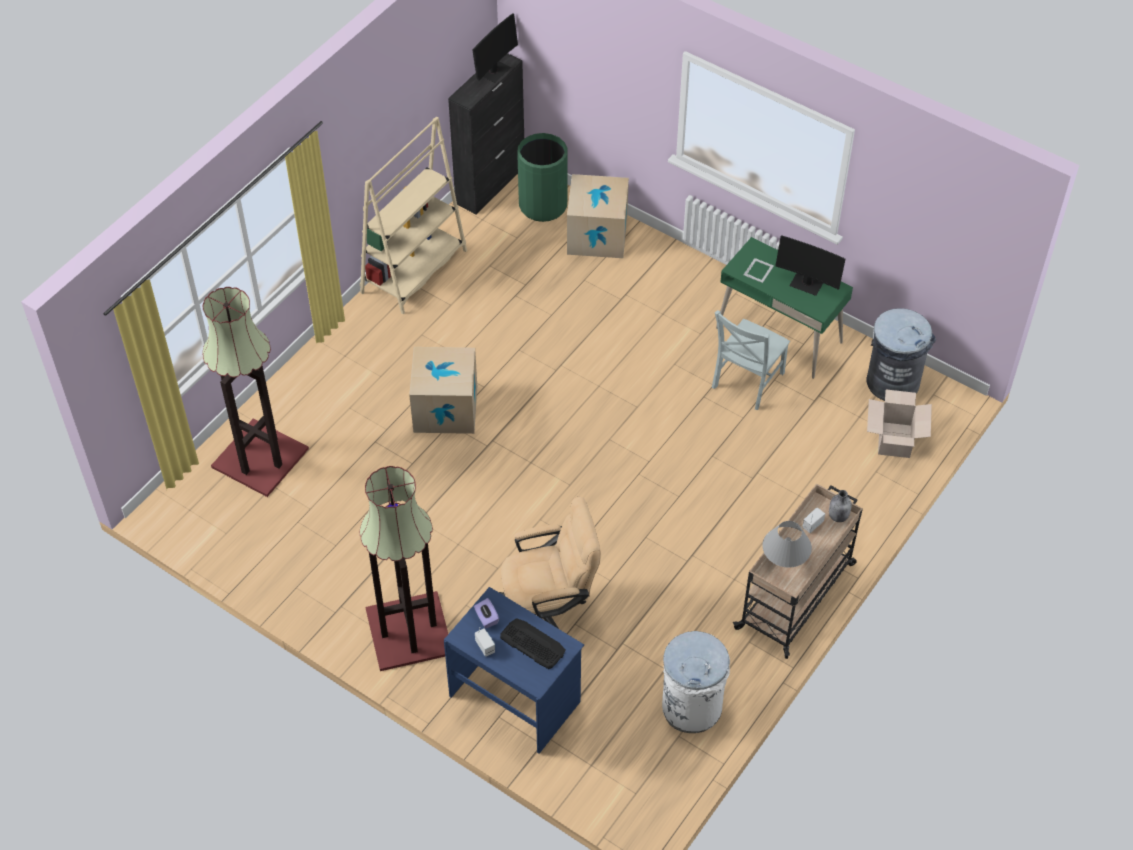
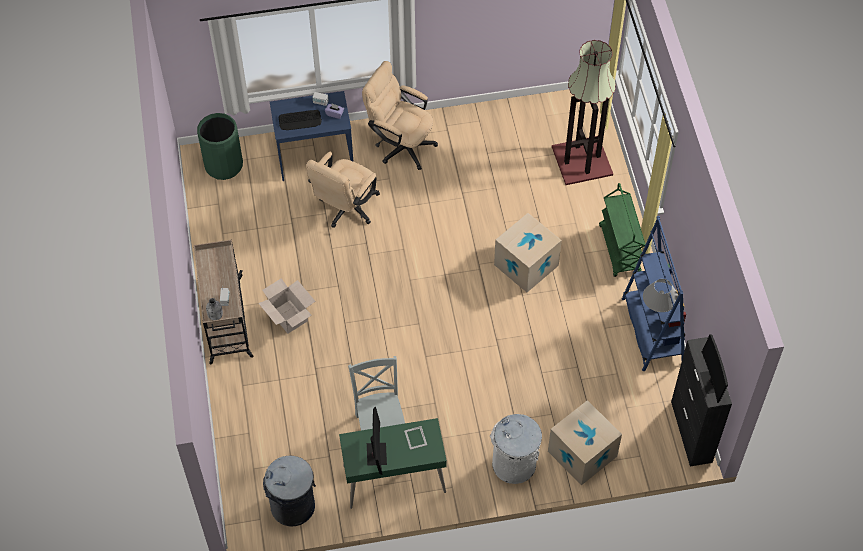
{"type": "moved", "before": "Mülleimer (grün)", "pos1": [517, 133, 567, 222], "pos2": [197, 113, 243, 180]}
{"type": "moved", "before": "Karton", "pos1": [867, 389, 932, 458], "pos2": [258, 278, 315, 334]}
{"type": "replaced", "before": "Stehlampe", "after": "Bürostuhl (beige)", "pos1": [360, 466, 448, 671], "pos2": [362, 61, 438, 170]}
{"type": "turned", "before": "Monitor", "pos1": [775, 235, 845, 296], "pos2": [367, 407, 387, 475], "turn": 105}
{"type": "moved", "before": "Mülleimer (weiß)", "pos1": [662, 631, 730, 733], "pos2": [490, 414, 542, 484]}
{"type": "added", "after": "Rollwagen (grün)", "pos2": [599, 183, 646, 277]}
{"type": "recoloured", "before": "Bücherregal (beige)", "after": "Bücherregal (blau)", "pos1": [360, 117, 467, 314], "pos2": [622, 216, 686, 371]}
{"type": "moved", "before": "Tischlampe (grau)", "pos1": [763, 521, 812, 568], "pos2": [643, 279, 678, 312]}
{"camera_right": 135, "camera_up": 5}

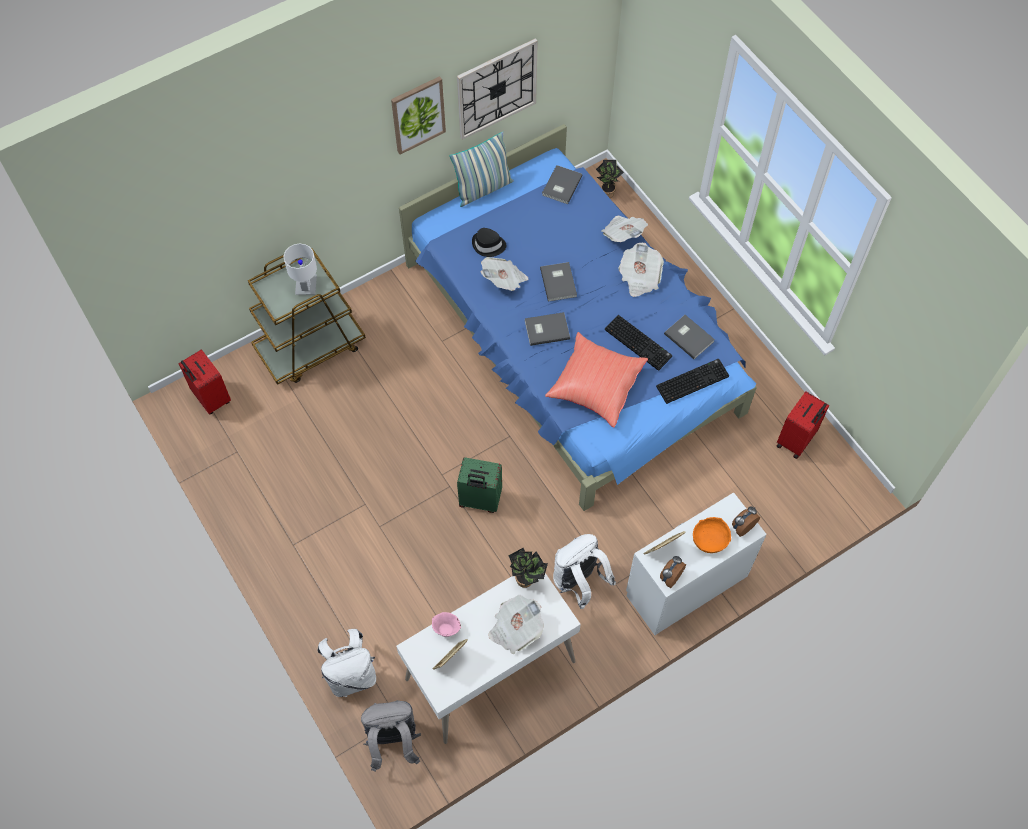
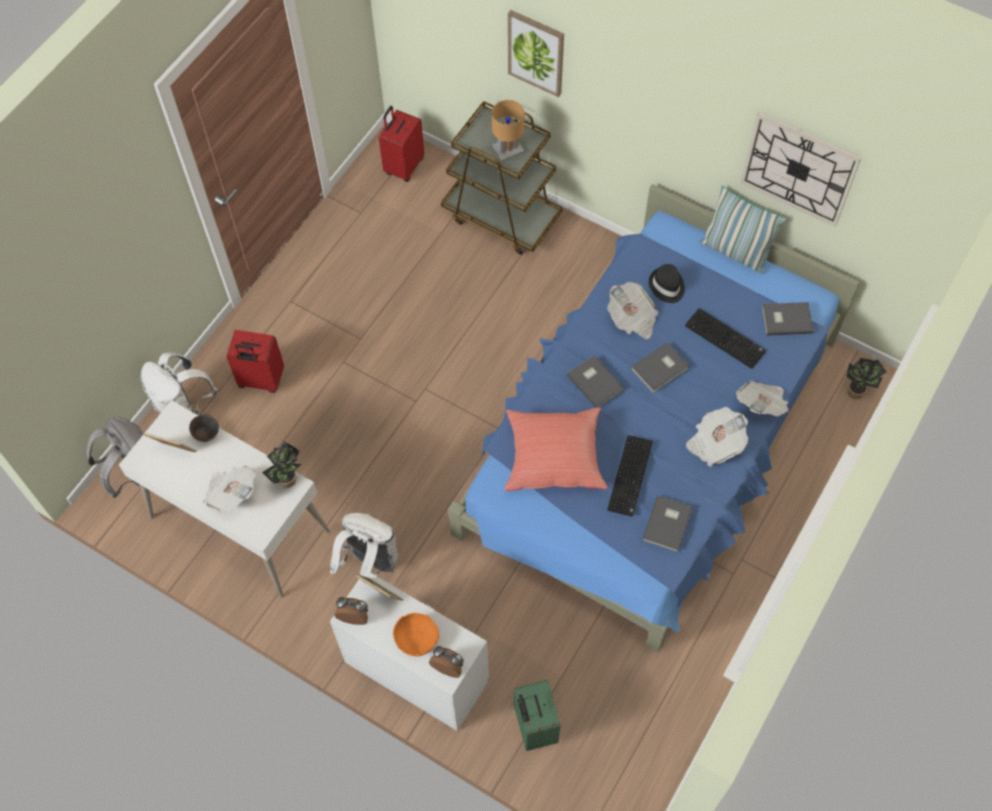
{"type": "recoloured", "before": "Schüssel (rosa)", "after": "Schüssel (braun)", "pos1": [432, 612, 461, 637], "pos2": [189, 414, 219, 442]}
{"type": "moved", "before": "Koffer (rot)", "pos1": [777, 391, 829, 459], "pos2": [226, 330, 284, 393]}
{"type": "recoloured", "before": "Tischlampe (weiß)", "after": "Tischlampe (braun)", "pos1": [284, 243, 317, 295], "pos2": [492, 100, 525, 161]}
{"type": "moved", "before": "Bild", "pos1": [391, 76, 446, 155], "pos2": [508, 10, 564, 97]}
{"type": "moved", "before": "Koffer (grün)", "pos1": [457, 457, 502, 513], "pos2": [514, 680, 560, 751]}
{"type": "moved", "before": "Tastatur", "pos1": [656, 359, 729, 404], "pos2": [685, 308, 766, 369]}
{"camera_right": 65, "camera_up": 0}

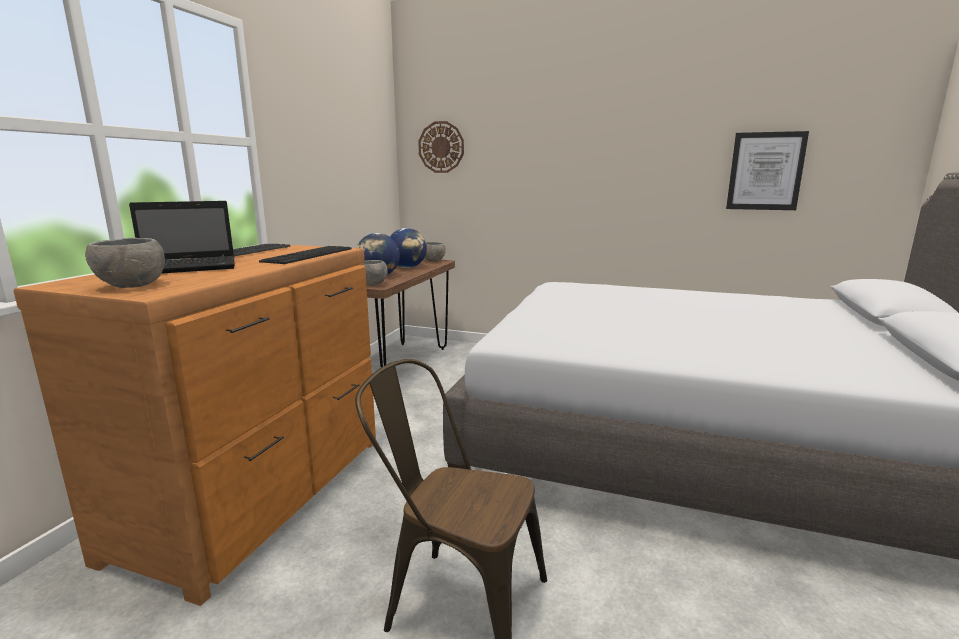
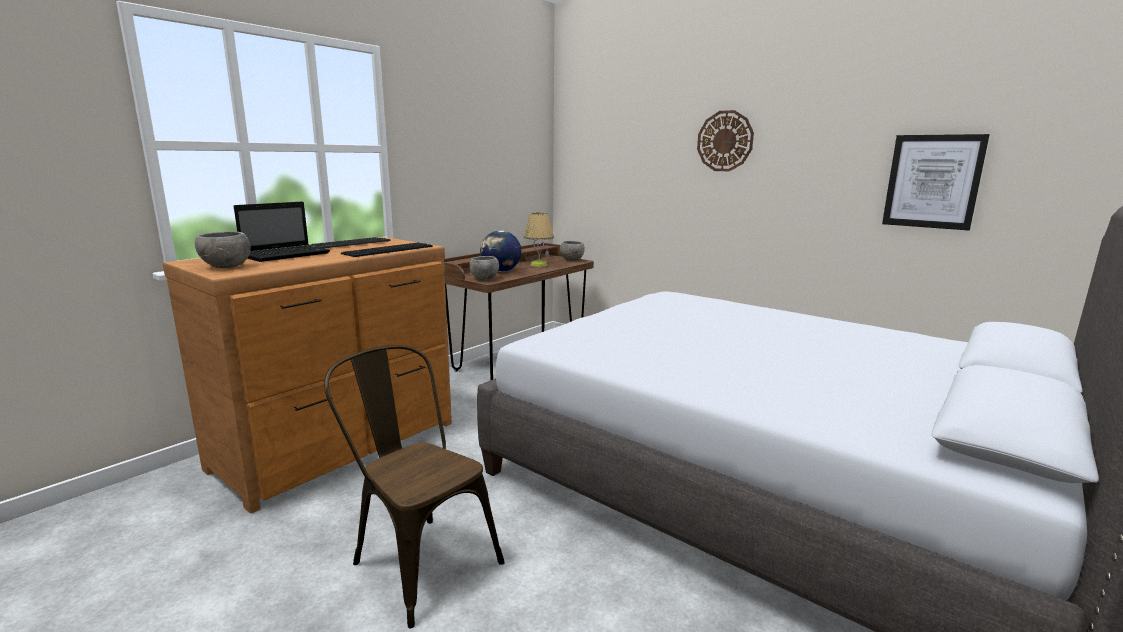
{"type": "turned", "before": "Laptop", "pos1": [129, 201, 235, 274], "pos2": [234, 202, 330, 262], "turn": -45}
{"type": "replaced", "before": "Globus", "after": "Tischlampe", "pos1": [390, 228, 427, 268], "pos2": [524, 212, 554, 267]}
{"type": "moved", "before": "Wanduhr", "pos1": [418, 121, 464, 173], "pos2": [697, 110, 754, 171]}
{"camera_right": 20, "camera_up": 0}

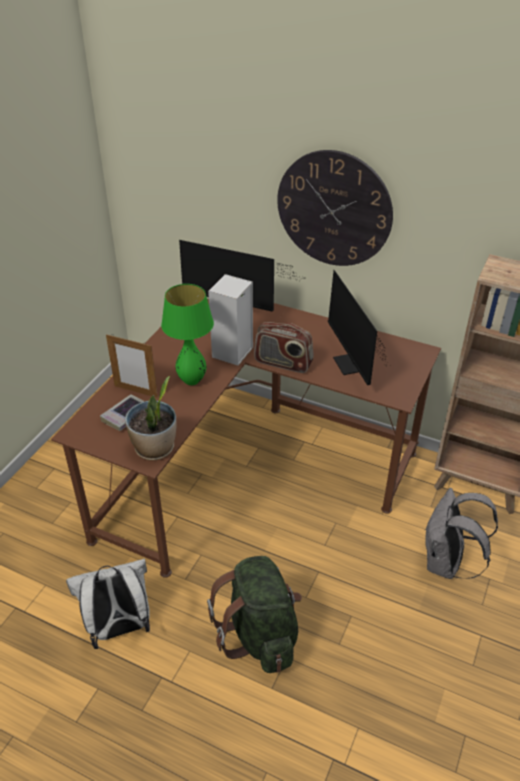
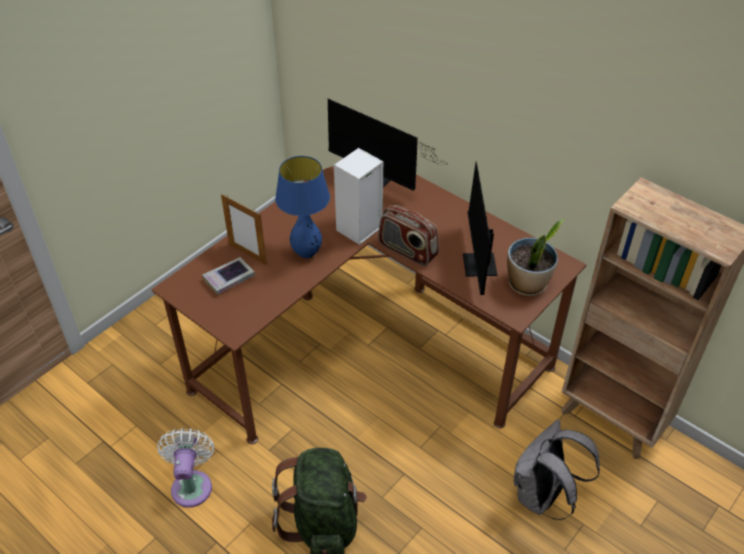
{"type": "replaced", "before": "Rucksack (weiß)", "after": "Ventilator (weiß)", "pos1": [66, 559, 150, 649], "pos2": [157, 428, 214, 508]}
{"type": "recoloured", "before": "Tischlampe (grün)", "after": "Tischlampe (blau)", "pos1": [161, 284, 214, 385], "pos2": [275, 156, 330, 258]}
{"type": "moved", "before": "Topfpflanze", "pos1": [125, 376, 177, 460], "pos2": [507, 219, 564, 296]}
{"type": "removed", "before": "Wanduhr", "pos1": [277, 150, 393, 266]}
{"camera_right": 15, "camera_up": 5}

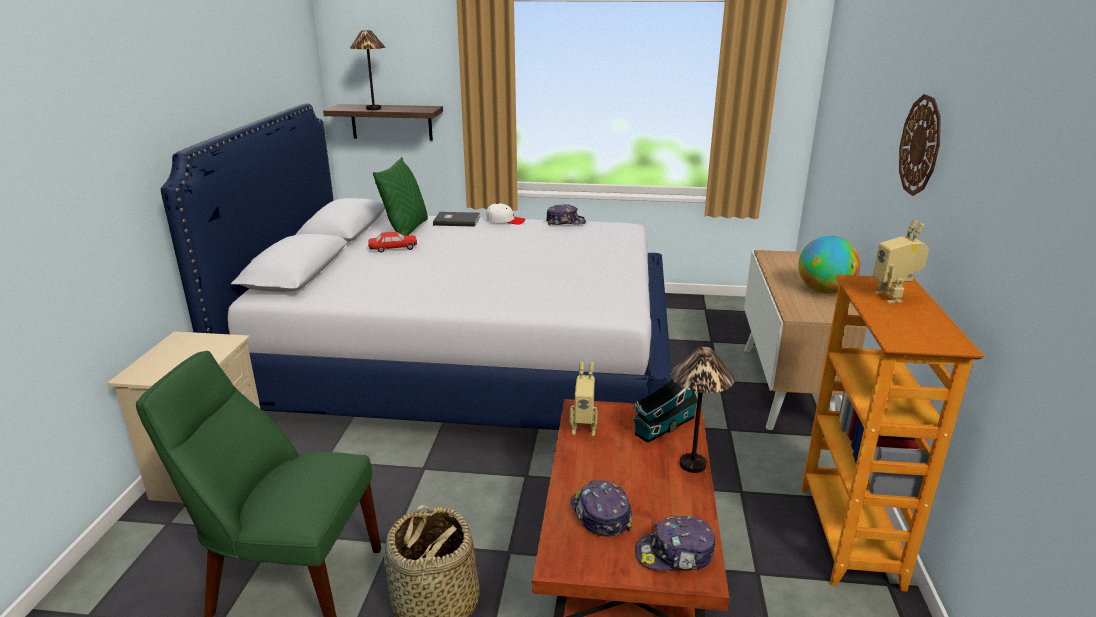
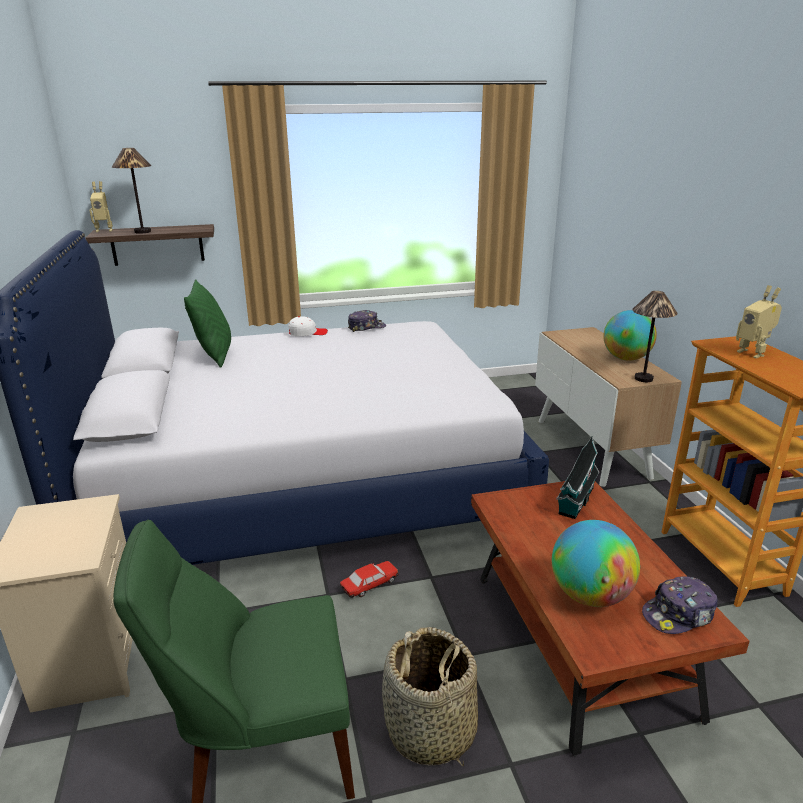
{"type": "moved", "before": "Spielzeugroboter", "pos1": [570, 362, 598, 436], "pos2": [90, 181, 113, 232]}
{"type": "moved", "before": "Spielzeugauto", "pos1": [368, 232, 417, 253], "pos2": [340, 561, 399, 598]}
{"type": "replaced", "before": "Kappe", "after": "Globus", "pos1": [571, 480, 632, 536], "pos2": [552, 520, 640, 607]}
{"type": "moved", "before": "Tischlampe", "pos1": [670, 347, 735, 473], "pos2": [632, 291, 677, 382]}
{"type": "removed", "before": "Buch (grau)", "pos1": [433, 212, 480, 227]}
{"type": "removed", "before": "Wanduhr", "pos1": [899, 94, 941, 196]}
{"camera_right": -20, "camera_up": 0}

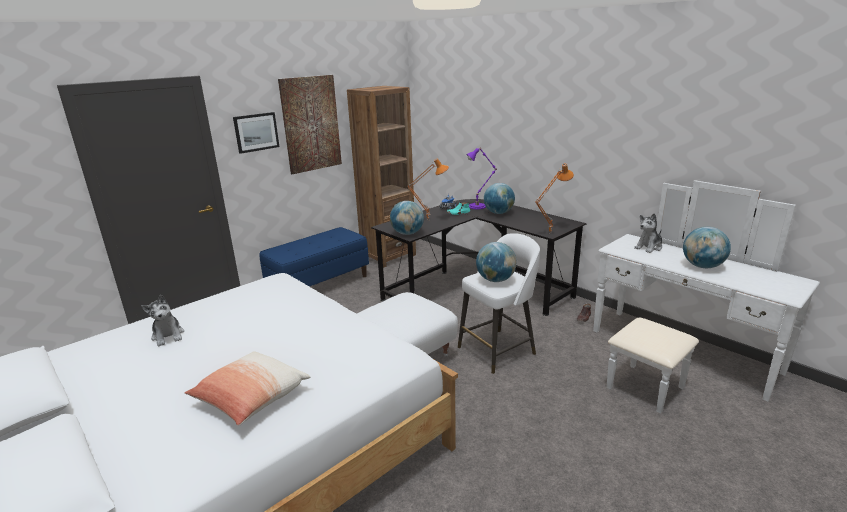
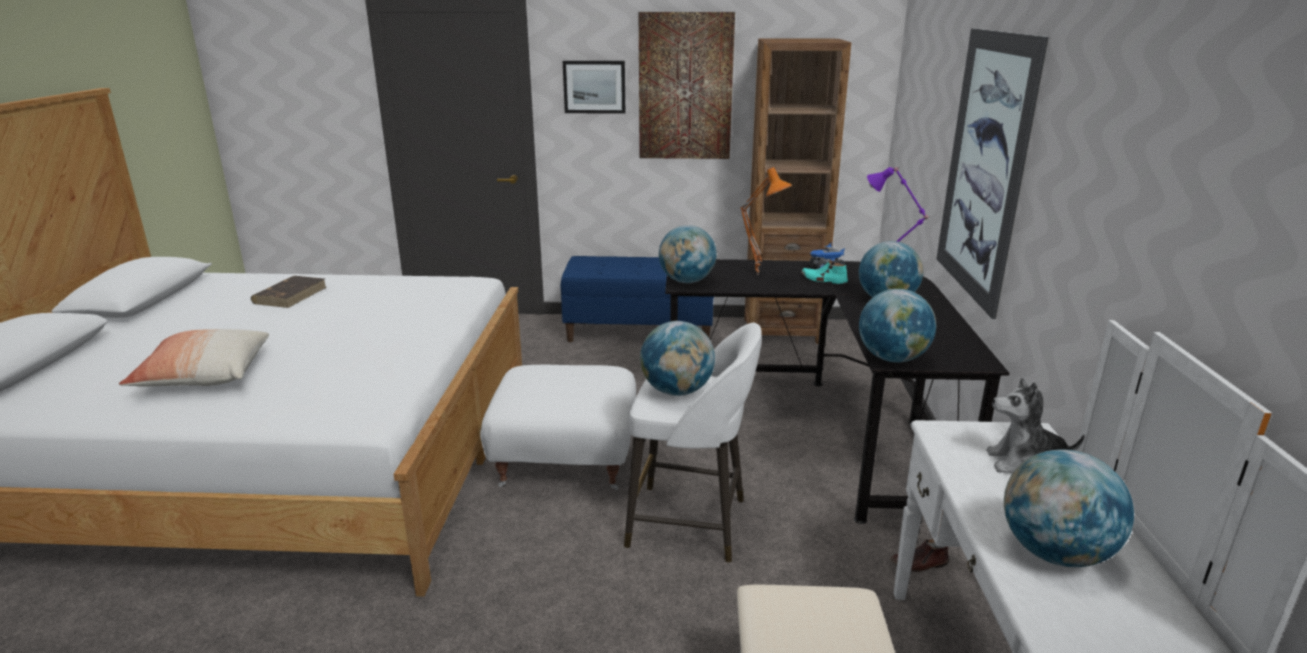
{"type": "replaced", "before": "Plüschtier", "after": "Buch (braun)", "pos1": [141, 295, 184, 346], "pos2": [251, 276, 327, 308]}
{"type": "replaced", "before": "Tischlampe (orange)", "after": "Globus", "pos1": [535, 163, 574, 233], "pos2": [859, 289, 936, 363]}
{"type": "added", "after": "Bild", "pos2": [936, 29, 1049, 319]}
{"camera_right": 45, "camera_up": 0}

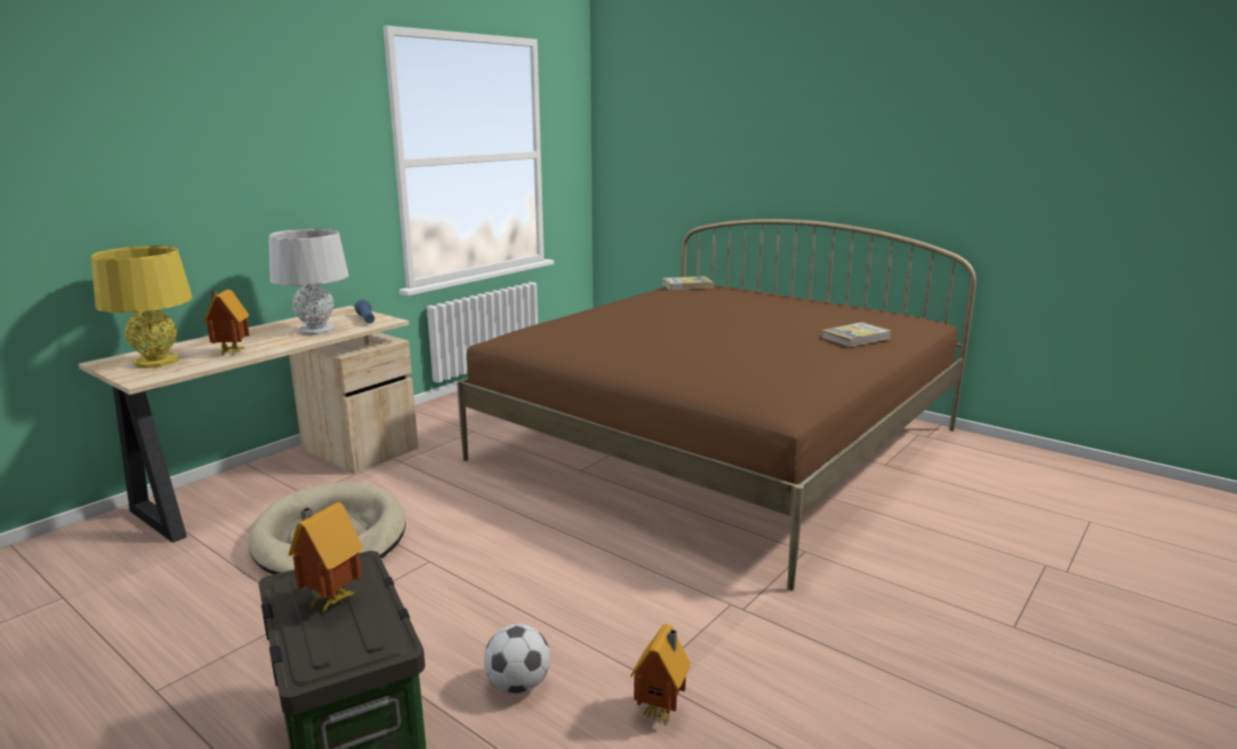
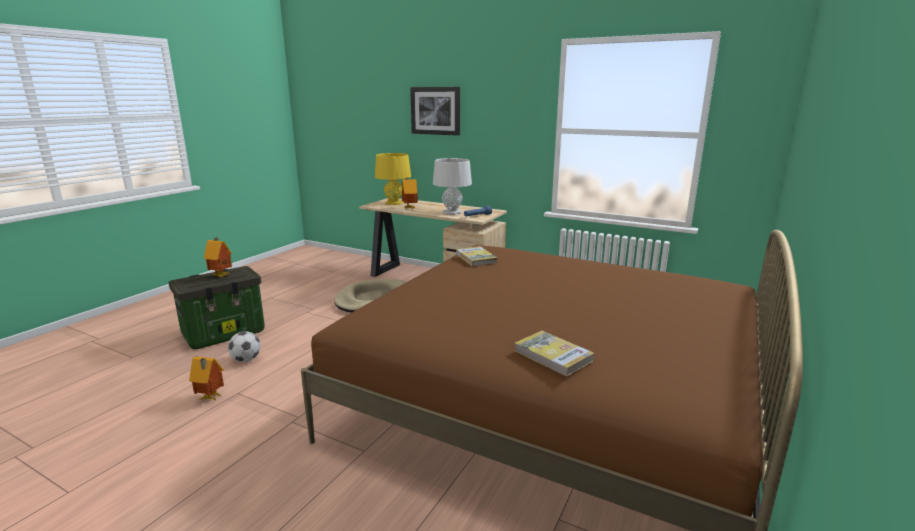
{"type": "added", "after": "Bild", "pos2": [410, 87, 460, 136]}
{"type": "moved", "before": "Buch", "pos1": [663, 276, 713, 290], "pos2": [456, 246, 498, 266]}
{"camera_right": 80, "camera_up": 0}

